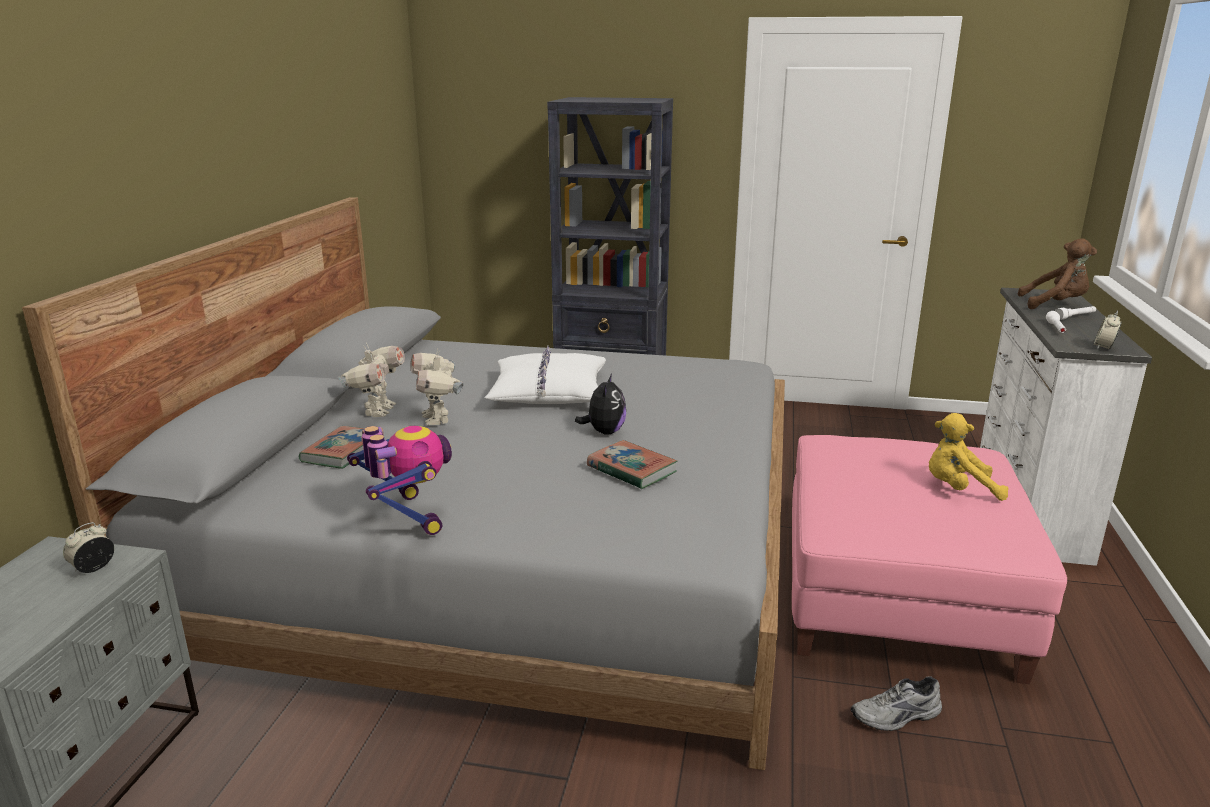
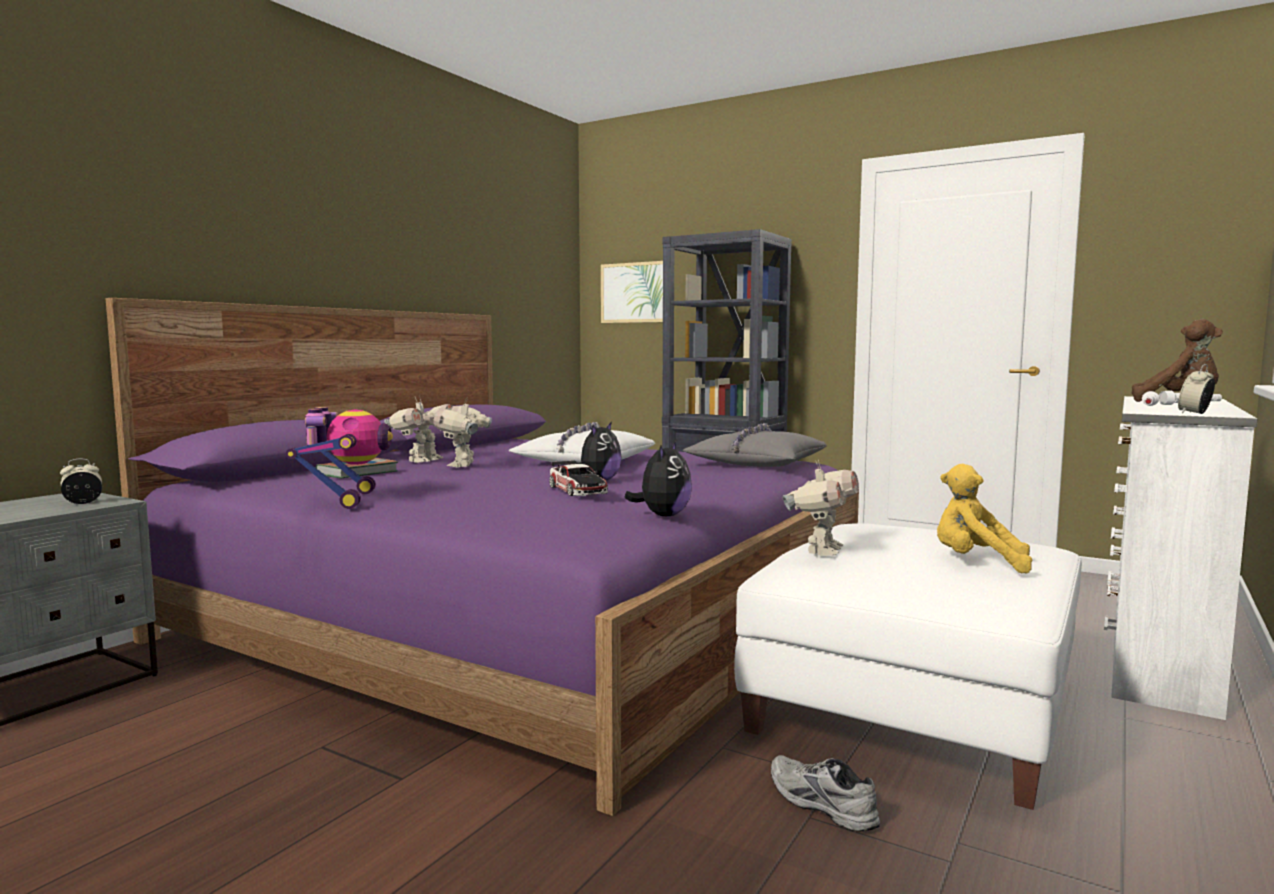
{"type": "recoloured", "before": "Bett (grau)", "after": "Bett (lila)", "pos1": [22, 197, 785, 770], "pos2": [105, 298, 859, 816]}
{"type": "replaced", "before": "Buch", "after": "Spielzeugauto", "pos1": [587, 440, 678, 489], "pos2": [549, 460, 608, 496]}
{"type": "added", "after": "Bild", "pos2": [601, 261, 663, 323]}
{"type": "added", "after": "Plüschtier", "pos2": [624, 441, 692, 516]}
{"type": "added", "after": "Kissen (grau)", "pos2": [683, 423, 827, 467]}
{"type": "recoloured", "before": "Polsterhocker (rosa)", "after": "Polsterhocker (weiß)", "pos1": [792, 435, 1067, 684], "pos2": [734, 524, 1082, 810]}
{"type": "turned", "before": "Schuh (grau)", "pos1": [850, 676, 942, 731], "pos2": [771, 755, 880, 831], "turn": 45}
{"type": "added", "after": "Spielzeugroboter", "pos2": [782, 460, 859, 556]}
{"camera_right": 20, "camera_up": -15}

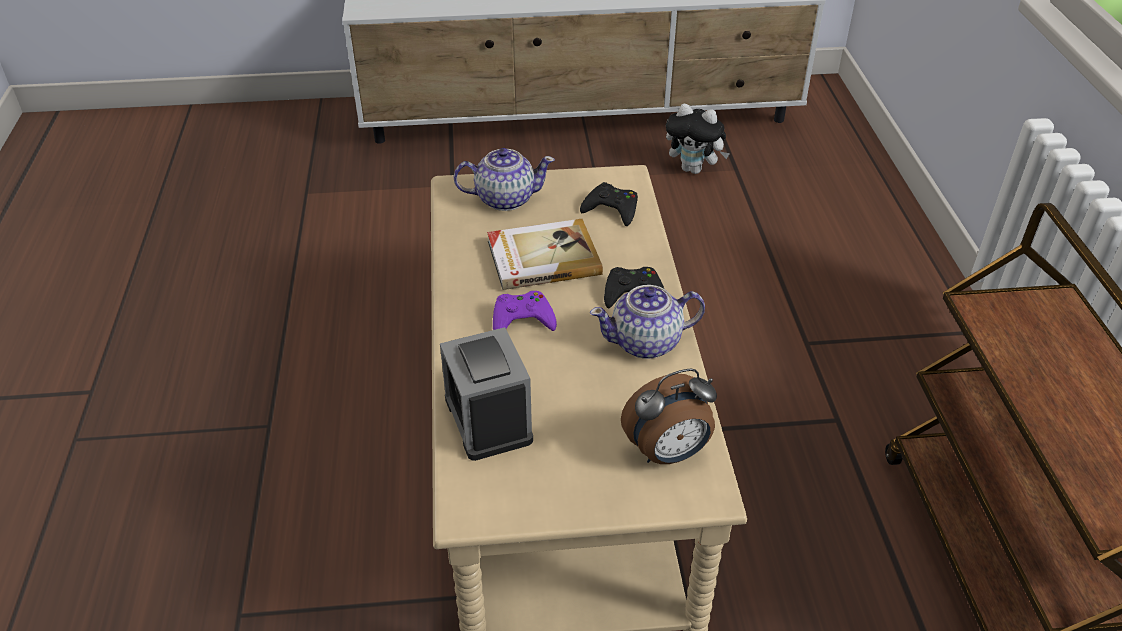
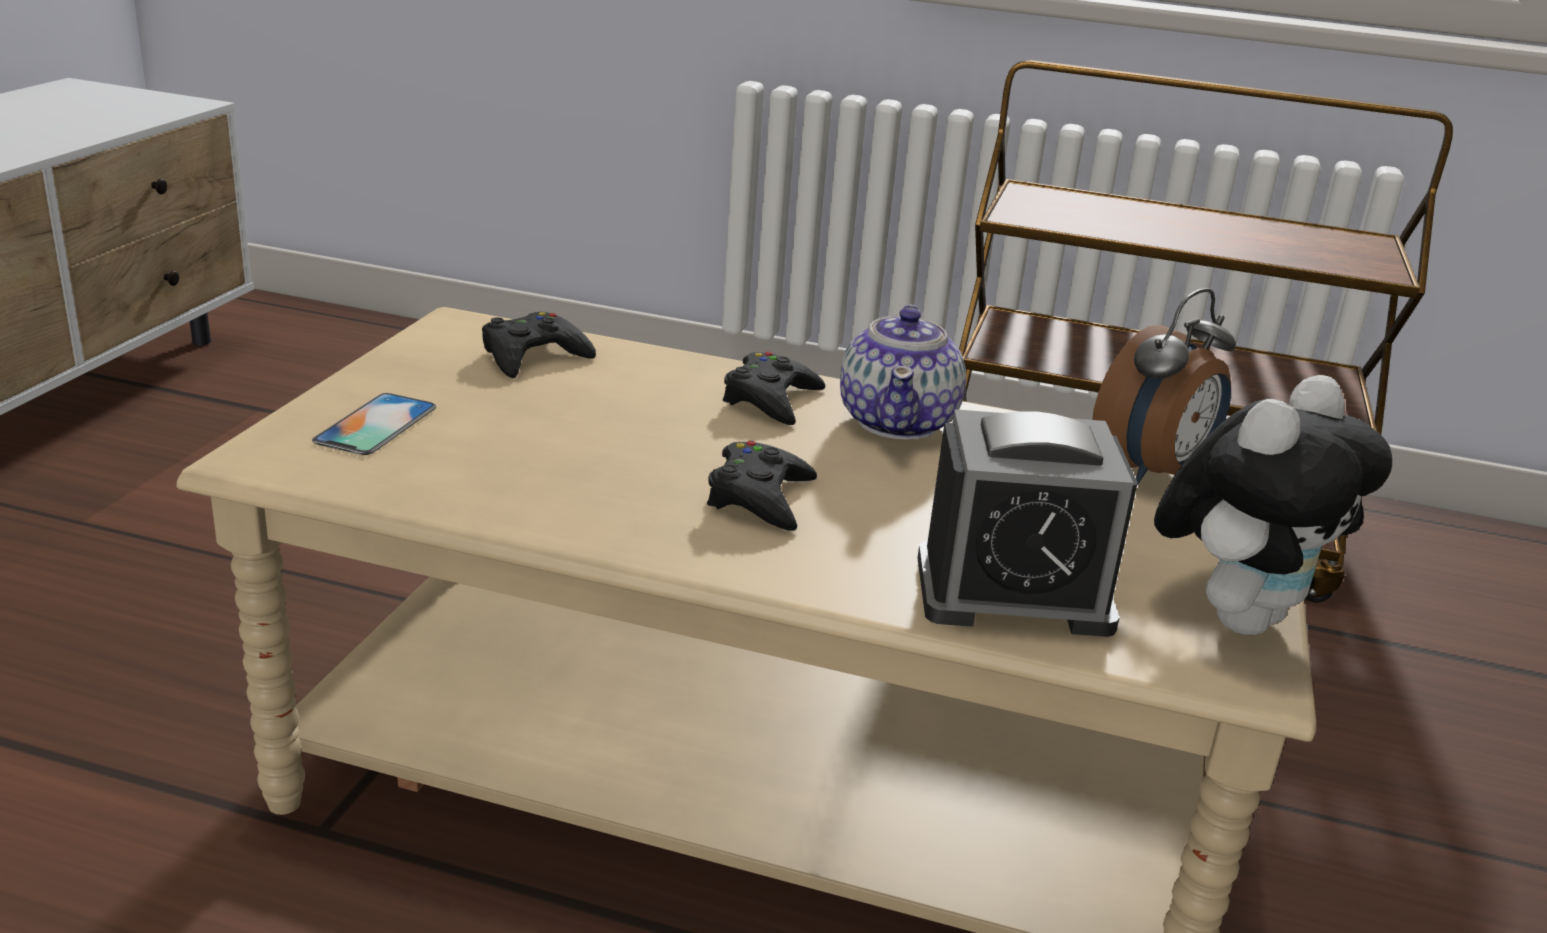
{"type": "replaced", "before": "Teekanne", "after": "Handy", "pos1": [454, 148, 555, 211], "pos2": [312, 393, 436, 455]}
{"type": "recoloured", "before": "Gamepad (lila)", "after": "Gamepad (schwarz)", "pos1": [493, 291, 557, 331], "pos2": [707, 440, 817, 531]}
{"type": "turned", "before": "Wecker", "pos1": [621, 368, 717, 464], "pos2": [1092, 288, 1236, 485], "turn": 45}
{"type": "moved", "before": "Plüschtier", "pos1": [666, 103, 730, 174], "pos2": [1154, 375, 1392, 635]}
{"type": "removed", "before": "Buch", "pos1": [487, 219, 603, 290]}
{"camera_right": -70, "camera_up": -15}

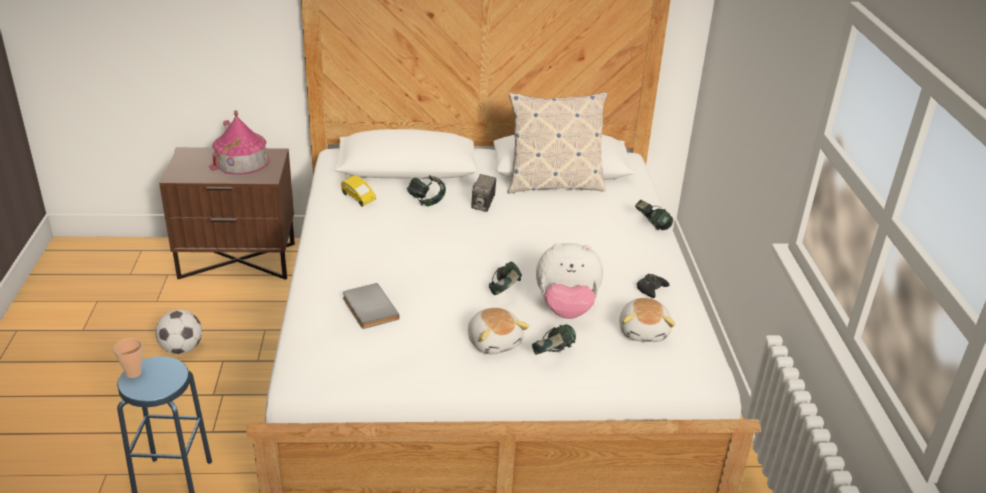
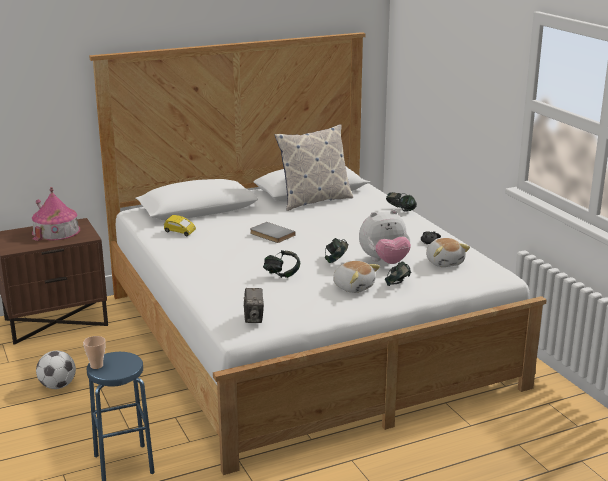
{"type": "moved", "before": "Kamera", "pos1": [471, 174, 496, 212], "pos2": [244, 288, 264, 323]}
{"type": "moved", "before": "Buch (grau)", "pos1": [343, 283, 400, 329], "pos2": [250, 222, 296, 243]}
{"type": "moved", "before": "Kopfhörer", "pos1": [407, 175, 446, 207], "pos2": [263, 250, 300, 278]}
{"camera_right": -20, "camera_up": -10}

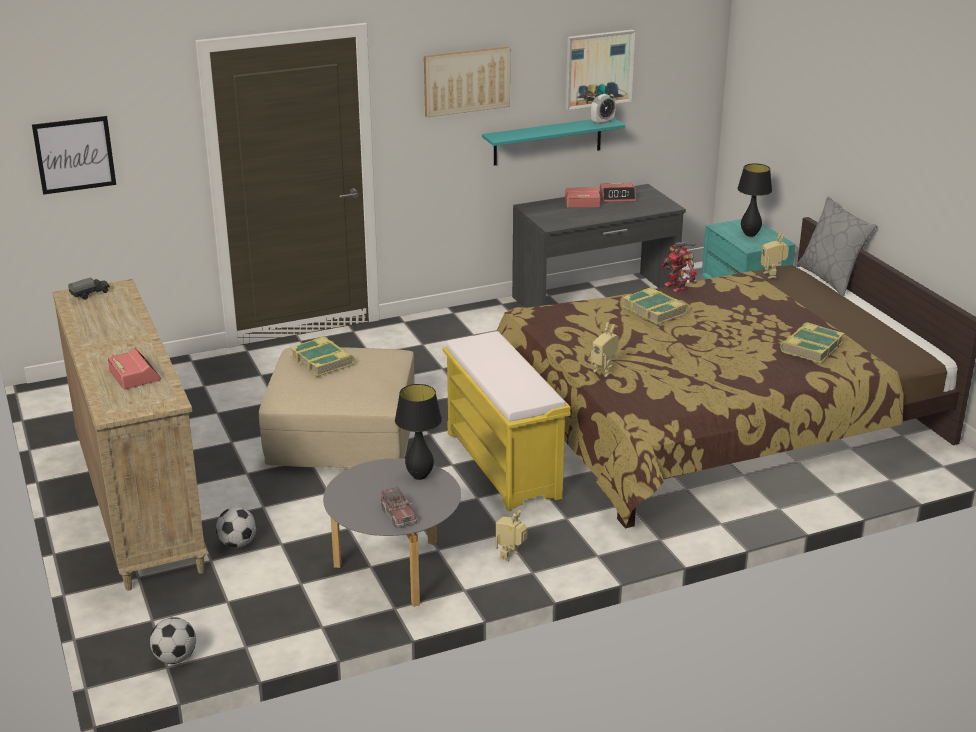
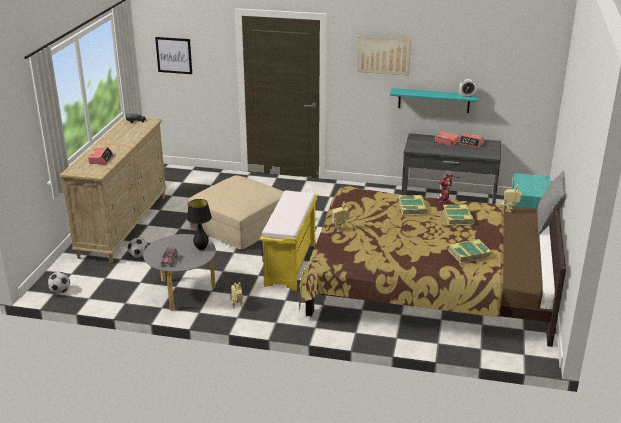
{"type": "moved", "before": "Buch", "pos1": [290, 336, 354, 377], "pos2": [443, 204, 475, 226]}
{"type": "removed", "before": "Bild", "pos1": [566, 30, 635, 110]}
{"type": "removed", "before": "Tischlampe (schwarz)", "pos1": [737, 163, 772, 237]}
{"camera_right": 35, "camera_up": 0}

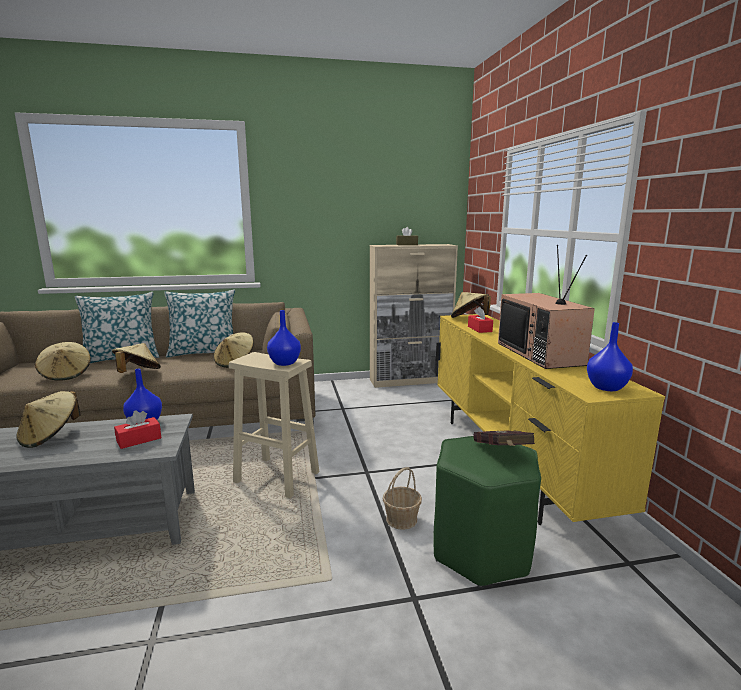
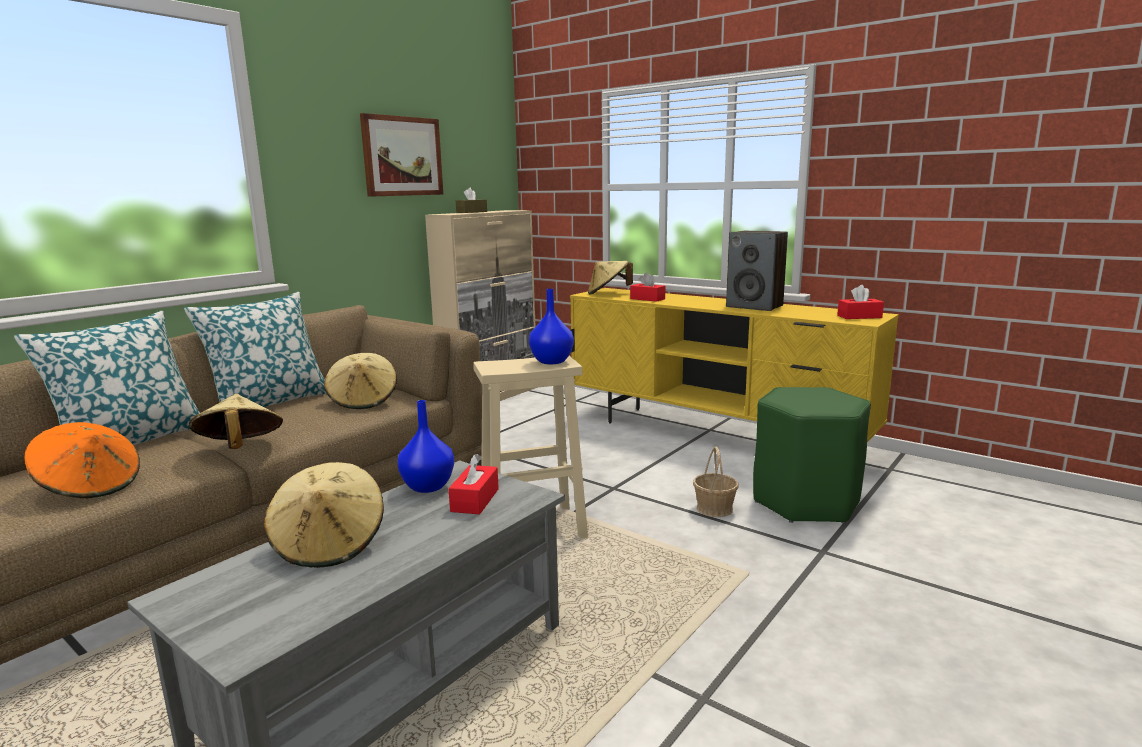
{"type": "recoloured", "before": "Hut (beige)", "after": "Hut (orange)", "pos1": [35, 342, 91, 381], "pos2": [24, 422, 140, 499]}
{"type": "added", "after": "Bild", "pos2": [360, 113, 443, 197]}
{"type": "replaced", "before": "Fernseher", "after": "Lautsprecher", "pos1": [498, 245, 595, 369], "pos2": [726, 231, 788, 311]}
{"type": "replaced", "before": "Vase (blau)", "after": "Taschentuchbox (rot)", "pos1": [587, 322, 633, 391], "pos2": [837, 285, 884, 319]}
{"type": "removed", "before": "Buch (rot)", "pos1": [473, 430, 535, 446]}
{"camera_right": -40, "camera_up": 0}

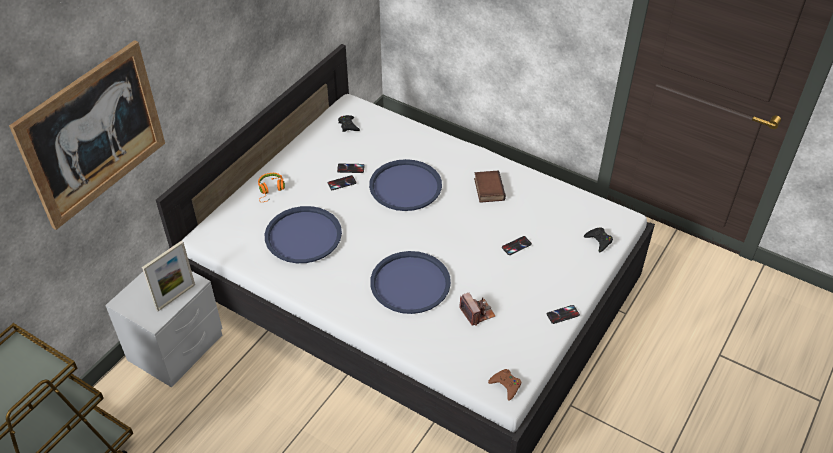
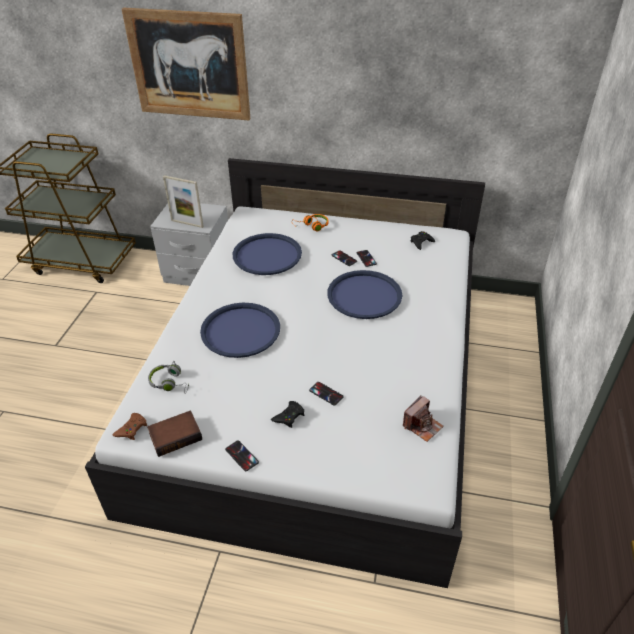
{"type": "moved", "before": "Buch", "pos1": [474, 170, 506, 203], "pos2": [147, 411, 202, 457]}
{"type": "added", "after": "Kopfhörer (grau)", "pos2": [148, 361, 189, 394]}
{"type": "moved", "before": "Gamepad (schwarz)", "pos1": [584, 227, 613, 252], "pos2": [271, 401, 304, 428]}
{"type": "moved", "before": "Kamera", "pos1": [459, 293, 495, 326], "pos2": [403, 395, 444, 442]}
{"camera_right": 70, "camera_up": -5}

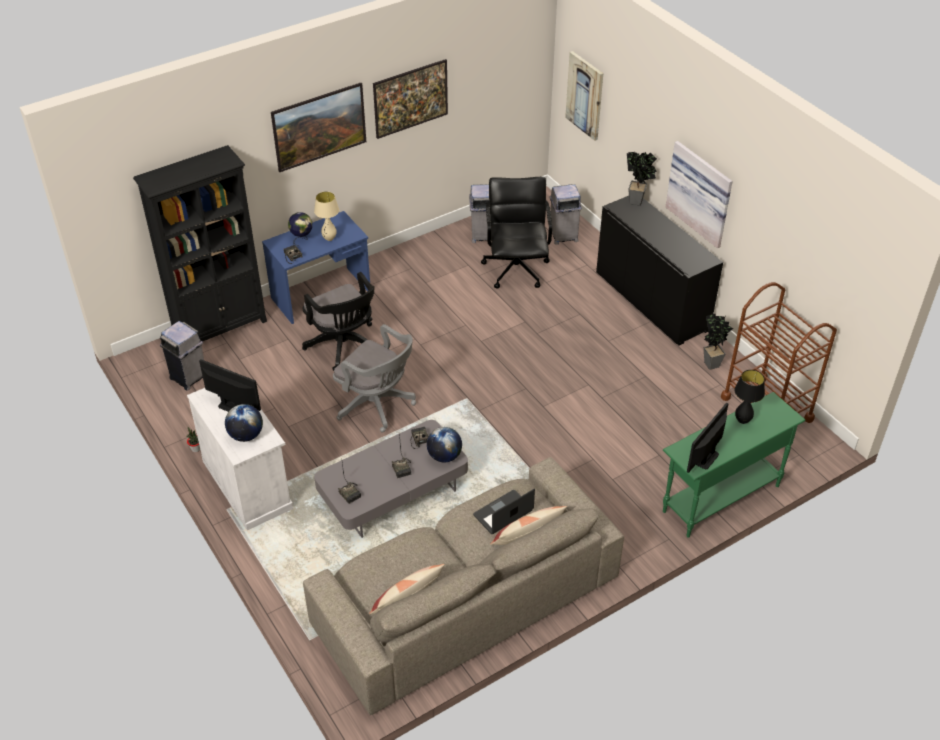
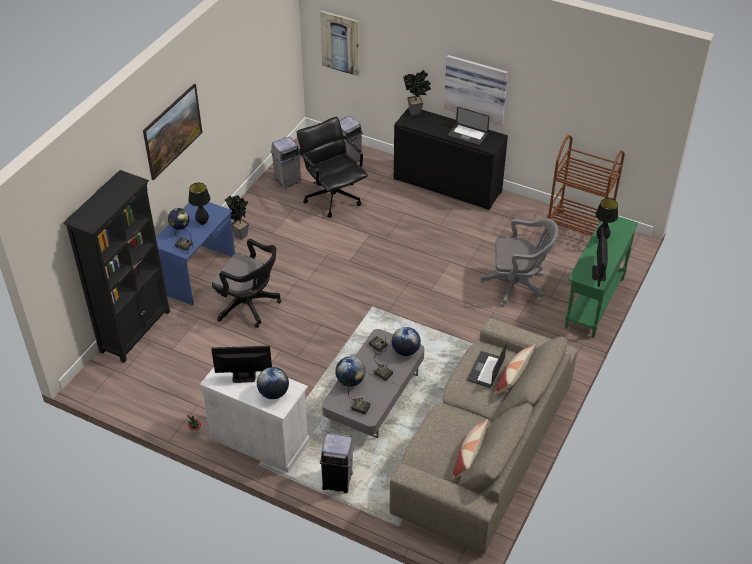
{"type": "recoloured", "before": "Tischlampe (beige)", "after": "Tischlampe (schwarz)", "pos1": [314, 191, 339, 241], "pos2": [188, 183, 210, 225]}
{"type": "moved", "before": "Topfpflanze", "pos1": [704, 314, 733, 370], "pos2": [225, 195, 249, 240]}
{"type": "moved", "before": "Mülleimer (grau)", "pos1": [160, 321, 204, 391], "pos2": [320, 432, 355, 493]}
{"type": "added", "after": "Globus", "pos2": [335, 357, 365, 387]}
{"type": "added", "after": "Laptop", "pos2": [448, 107, 490, 146]}
{"type": "moved", "before": "Bürostuhl (grau)", "pos1": [333, 324, 416, 433], "pos2": [480, 218, 558, 306]}
{"type": "removed", "before": "Bild", "pos1": [373, 59, 448, 139]}
{"camera_right": -30, "camera_up": 0}

